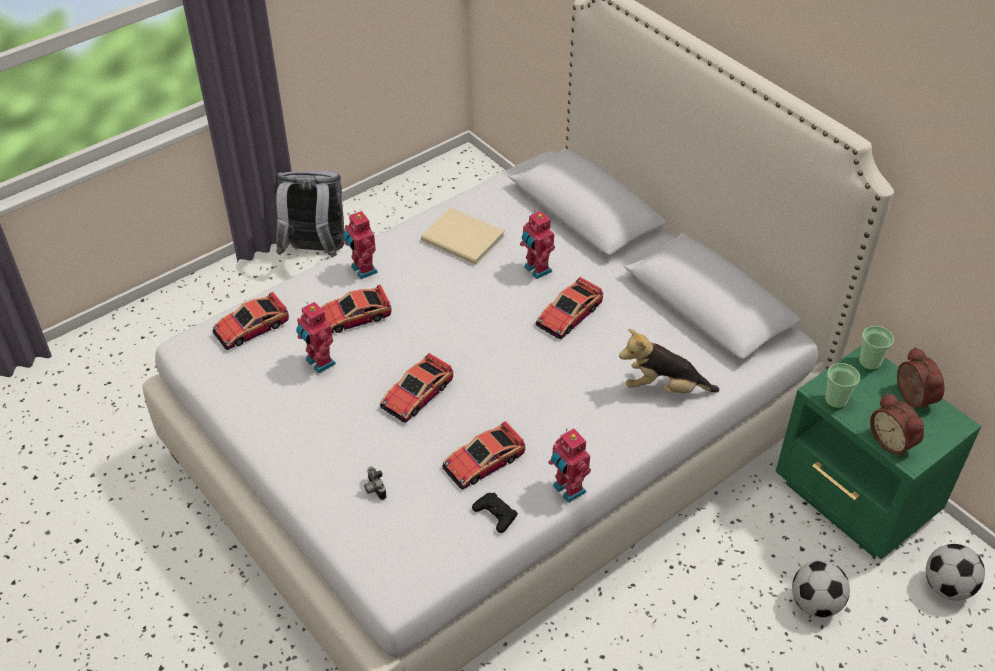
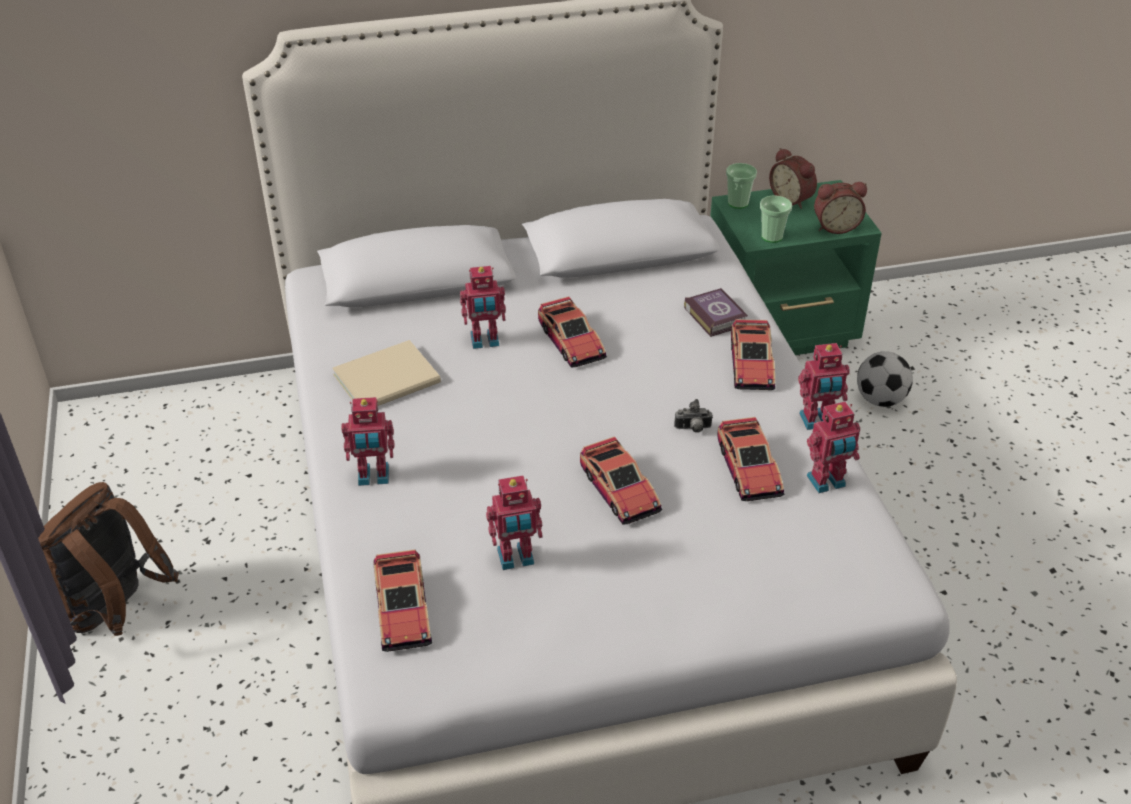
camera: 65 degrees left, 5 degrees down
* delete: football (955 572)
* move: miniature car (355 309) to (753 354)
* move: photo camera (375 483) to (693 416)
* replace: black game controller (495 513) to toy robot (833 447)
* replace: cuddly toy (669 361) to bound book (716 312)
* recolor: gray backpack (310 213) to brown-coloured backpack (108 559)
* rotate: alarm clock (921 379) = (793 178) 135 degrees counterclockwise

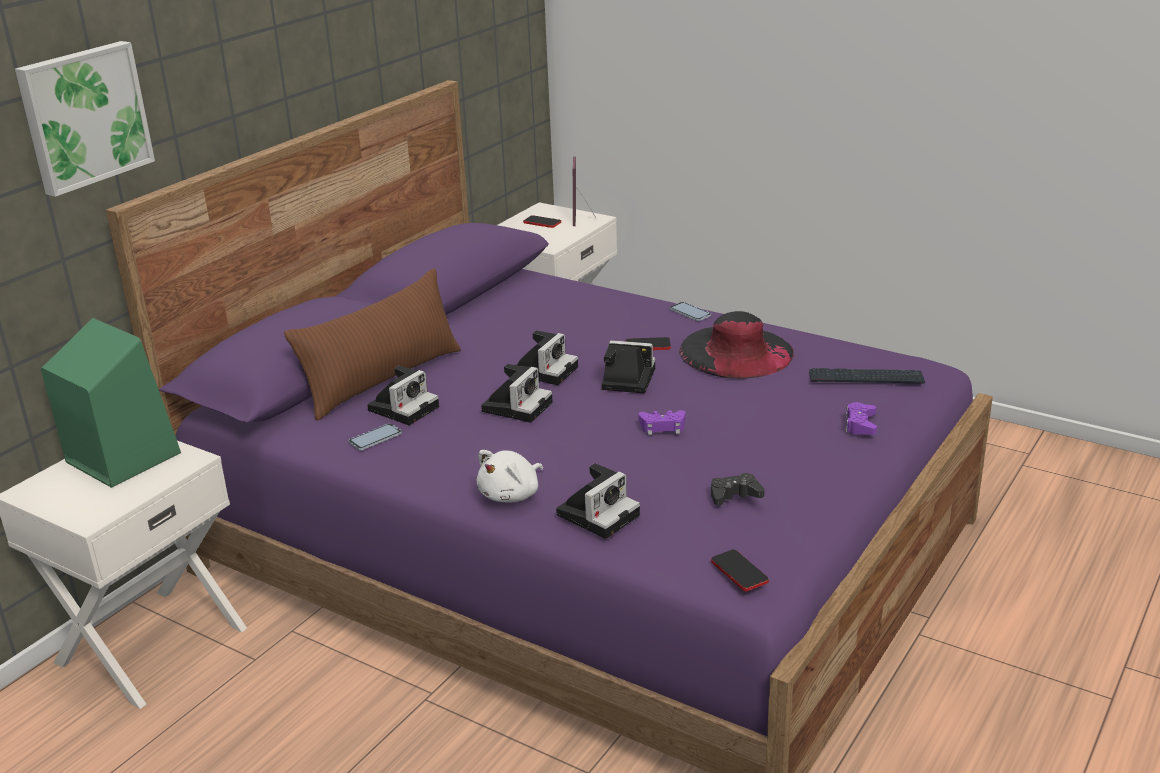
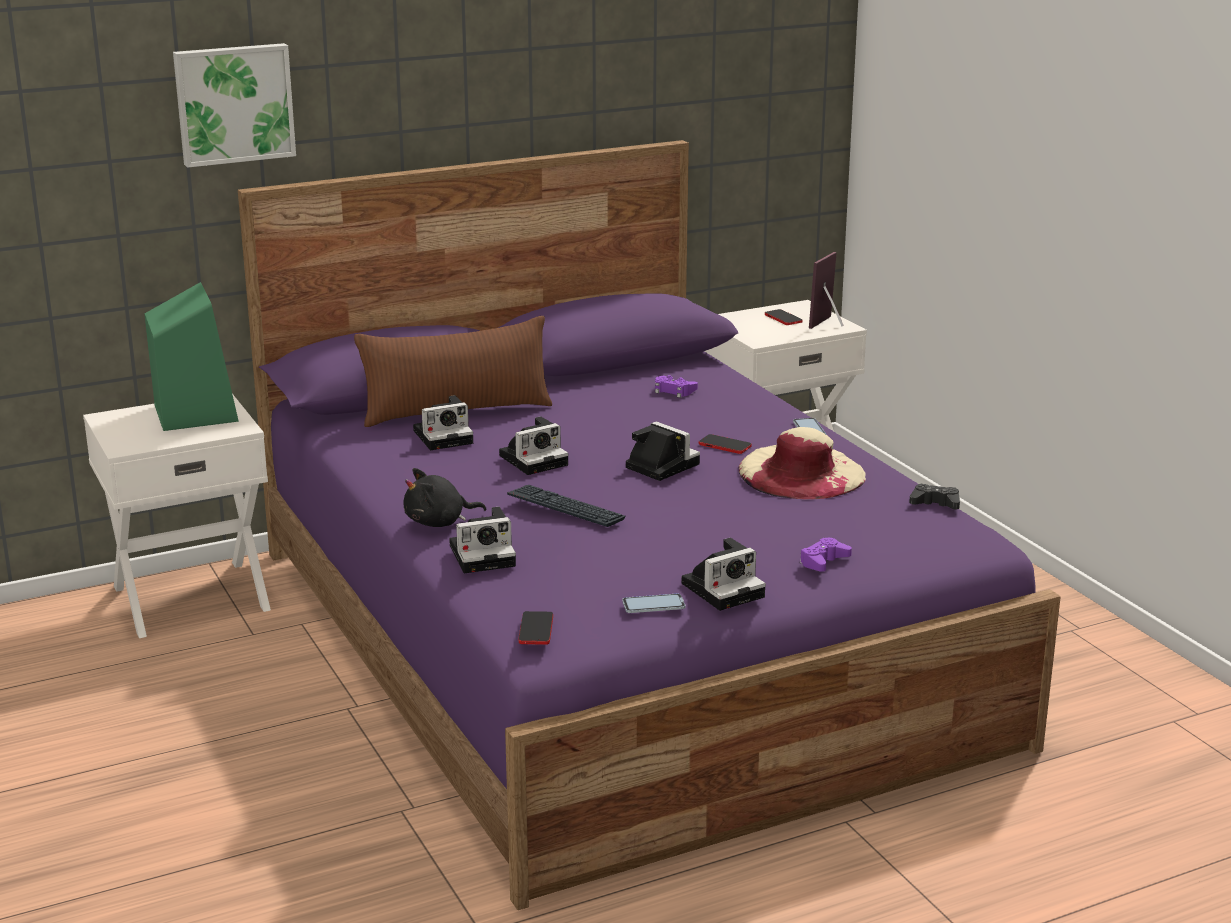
camera: 30 degrees right, 5 degrees down
* move: handset (375 436) to (653 603)
* move: photo camera (547 358) to (724 574)
* move: purple-coloured game controller (662 422) to (676 386)
* move: black game controller (738 489) to (934 496)
* move: keyboard (867 375) to (566 506)
* recolor: white cuddly toy (510 476) to black cuddly toy (444 497)
* recolor: black hat (736 345) to beige hat (802 463)

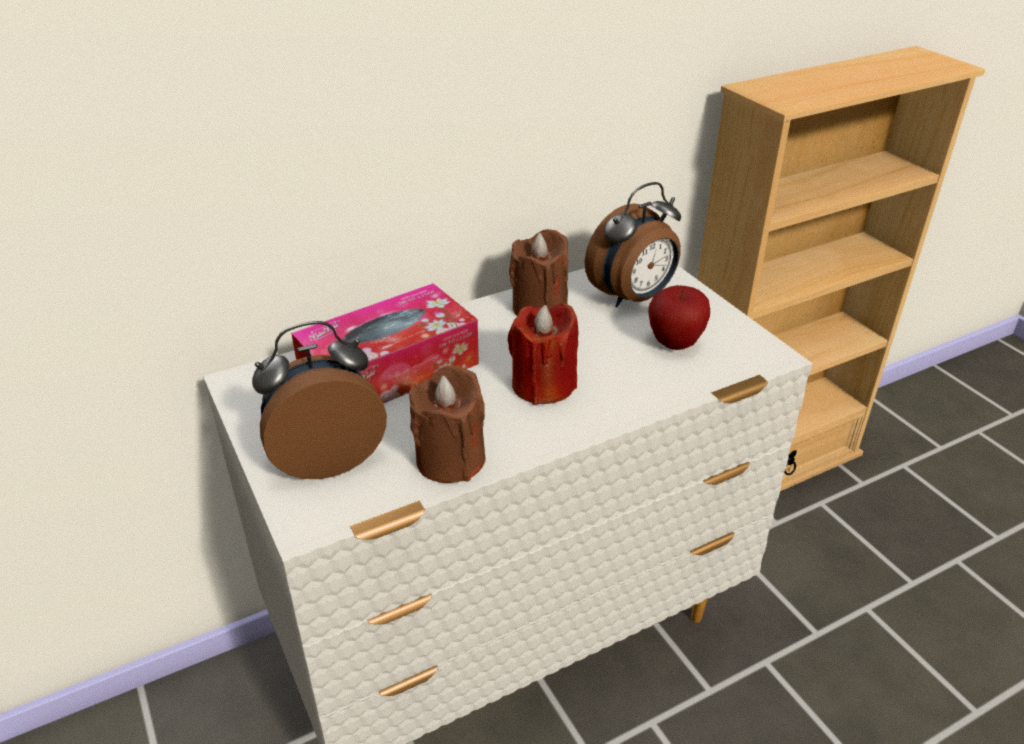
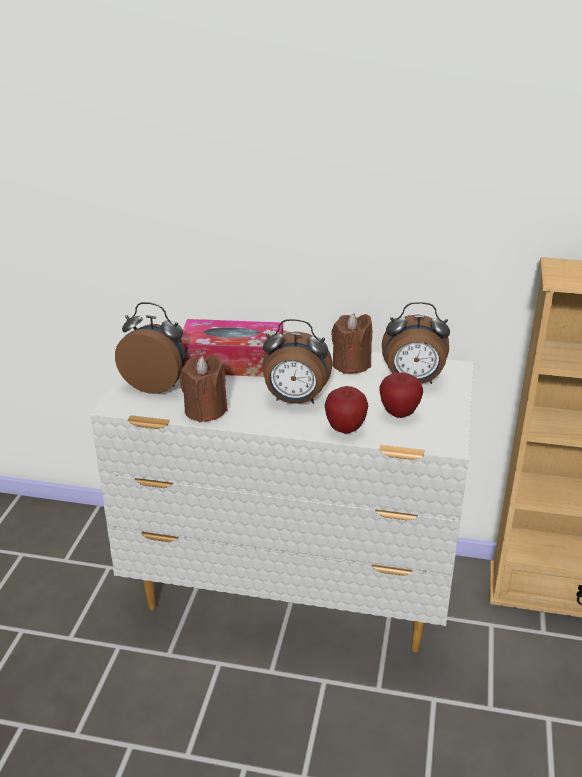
camera: 40 degrees right, 5 degrees down
* insert: whole apple (346 410)
* replace: reddish wax light (543 354) to alarm clock (298 361)

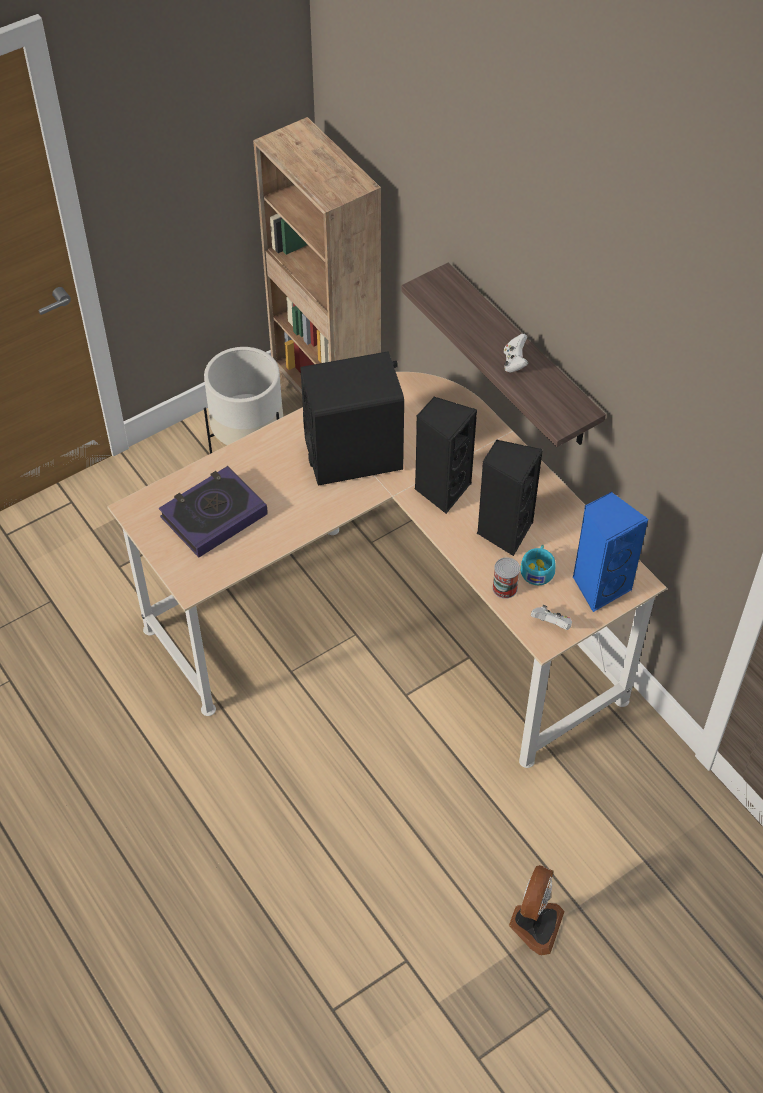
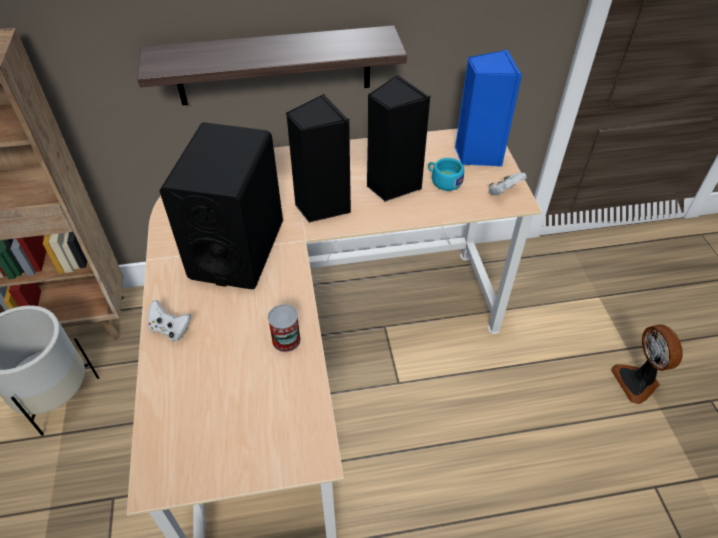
camera: 65 degrees left, 5 degrees down
* delete: bound book (213 511)
* move: sealed can (506 578) to (284 328)
* move: white game controller (516 353) to (169 321)
* rotate: fan (537 910) = (647 364) 150 degrees counterclockwise

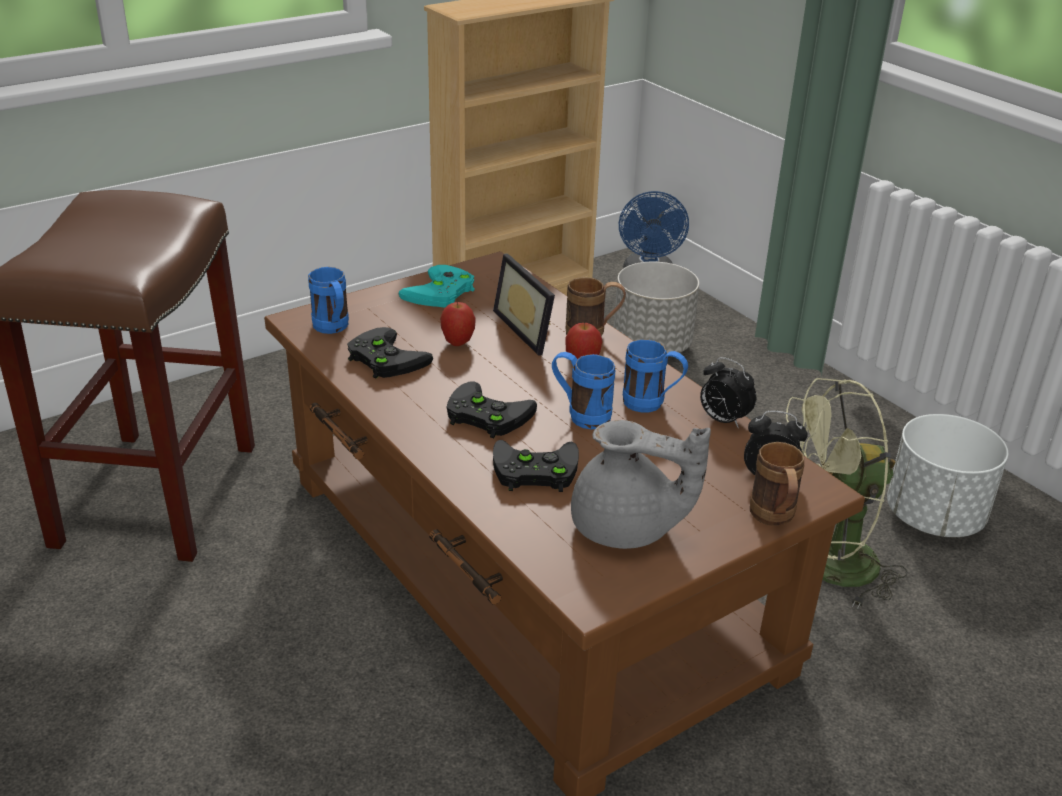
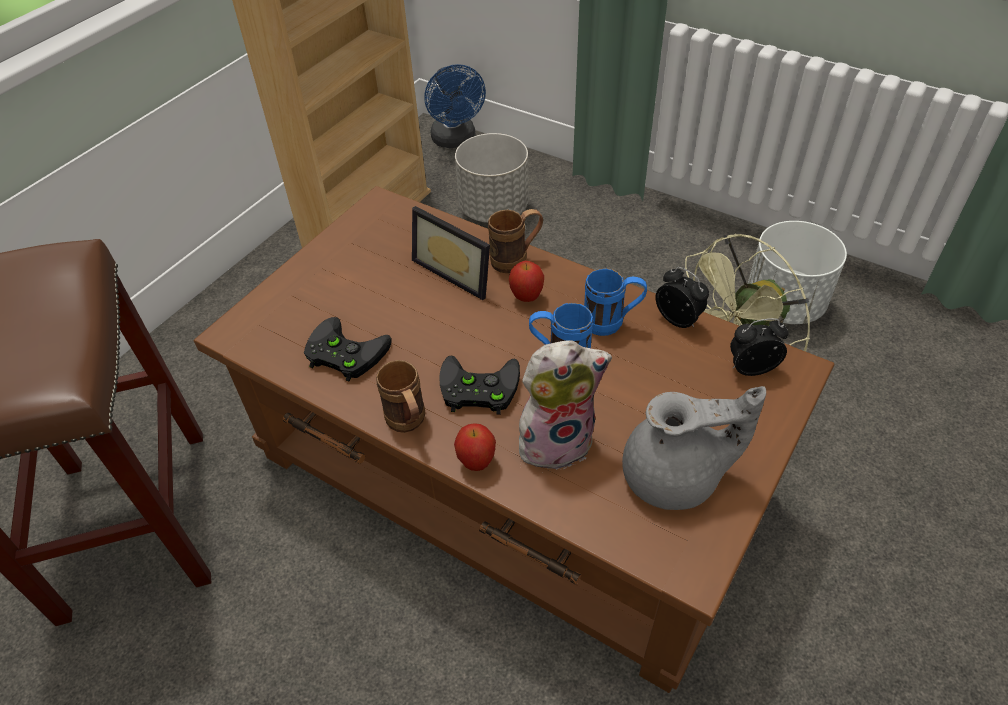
camera: 20 degrees left, 15 degrees up
* delete: bluish tea mug (328 300)
* delete: blue-green game controller (437 286)
* move: whole apple (458 323) to (475 447)
* move: brown-coloured tea mug (777 484) to (400 396)
* replace: black game controller (536 466) to cuddly toy (565 405)
* rotate: alarm clock (728 393) = (682 297) 150 degrees counterclockwise

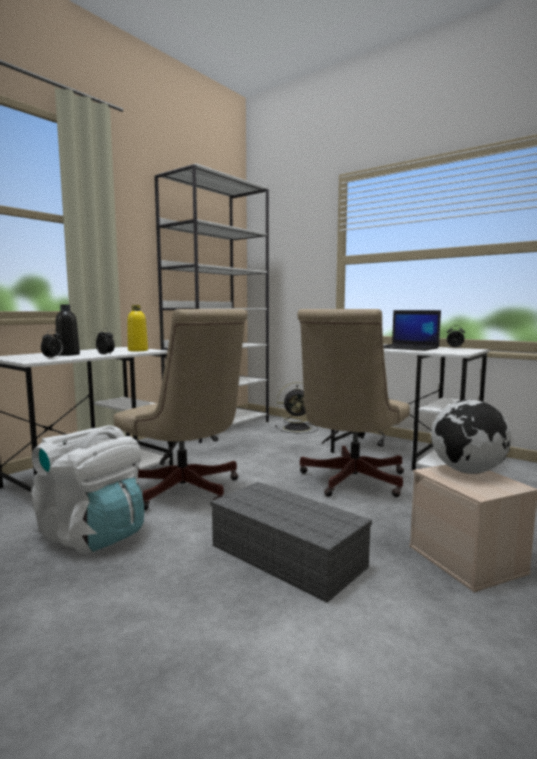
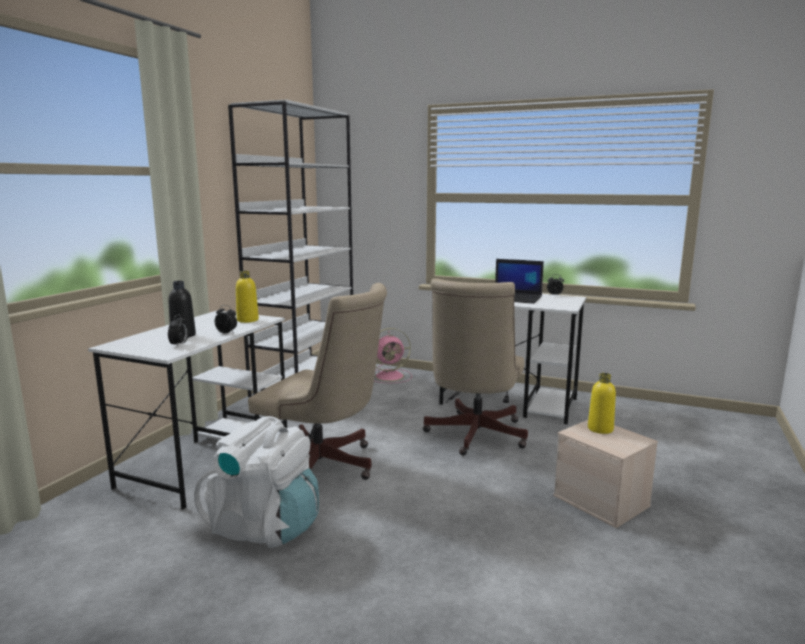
camera: 15 degrees left, 5 degrees up
* delete: gray storage container (291 542)
* replace: desk globe (471 437) to yellow drink bottle (602 403)
* recolor: black fan (296 407) to pinkish fan (393 355)

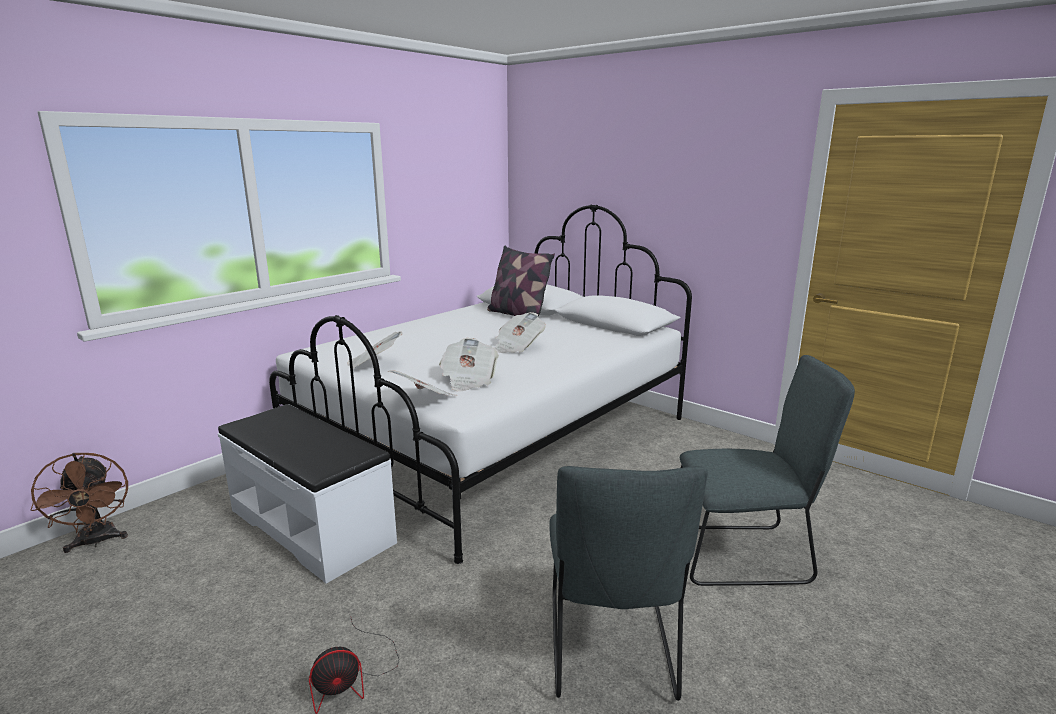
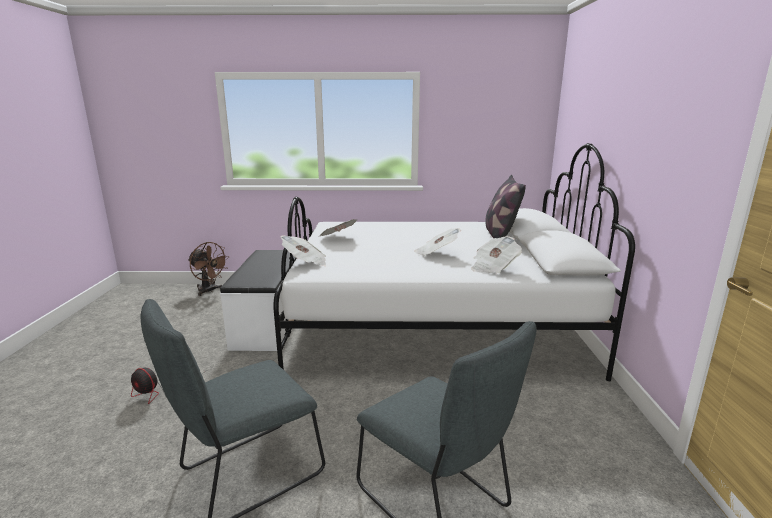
camera: 50 degrees right, 0 degrees up
* move: daily paper (469 364) to (496 254)
* rotate: brown-coloured fan (79 503) = (208 269) 75 degrees counterclockwise

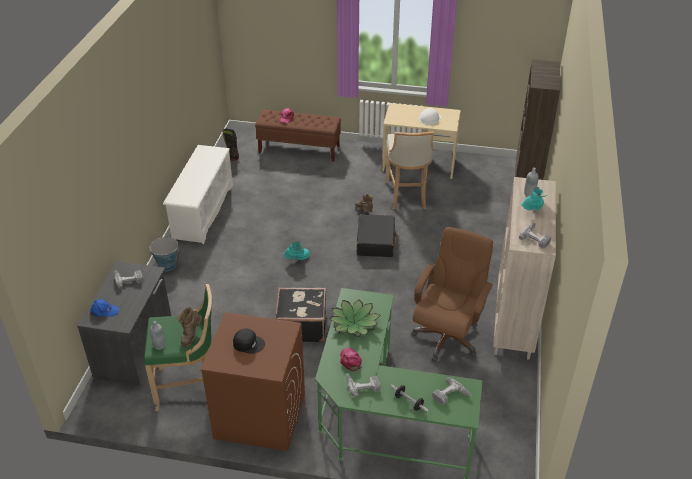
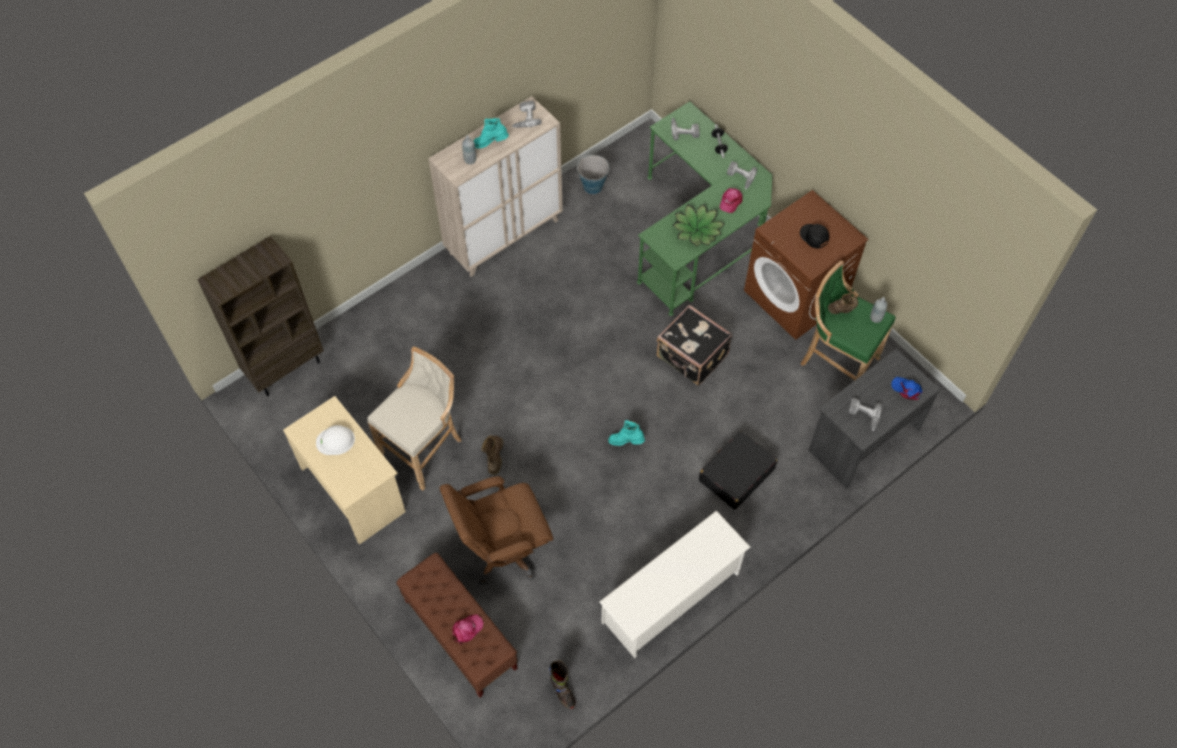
camera: 140 degrees left, 20 degrees up
* move: water bucket (165 254) to (593 174)
* move: black piece of luggage (377 235) to (738 470)
* move: brown-coloured desk chair (452 294) to (496 530)

